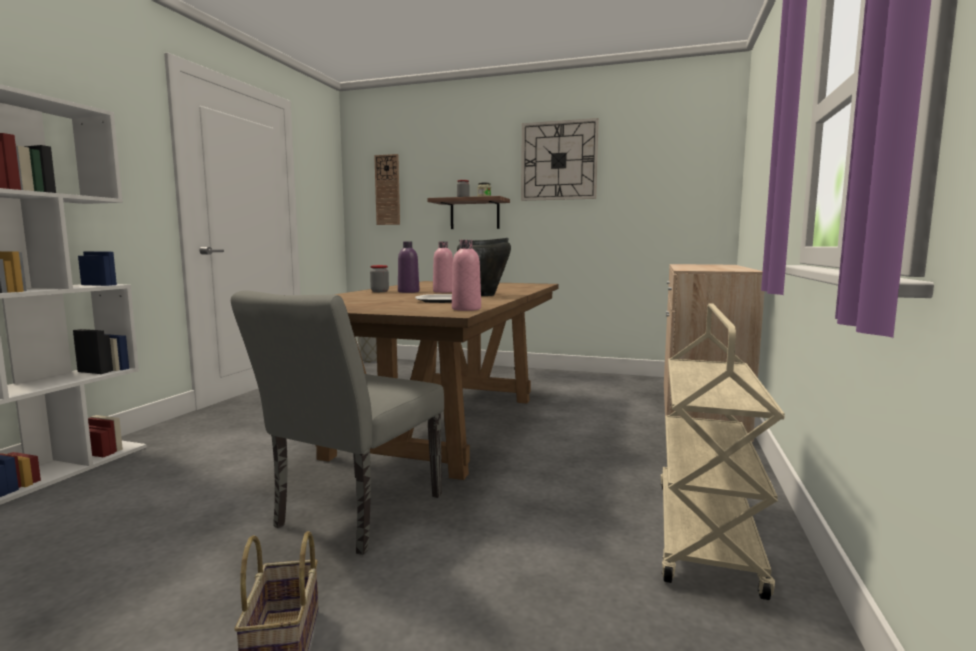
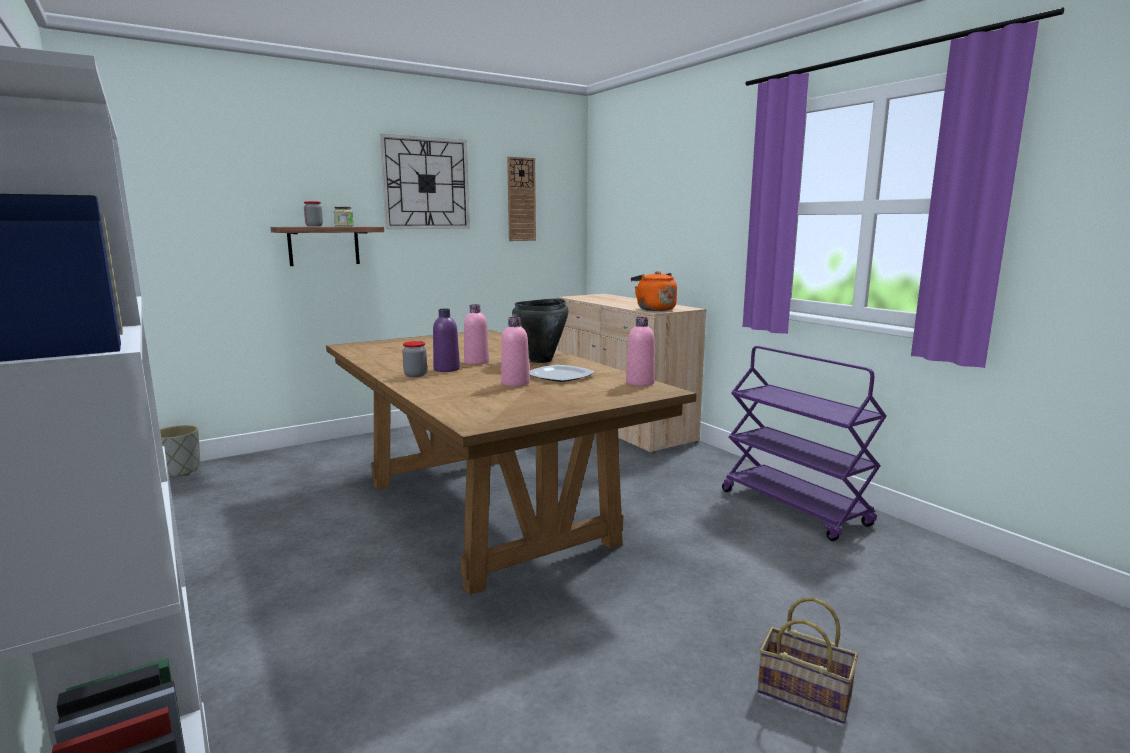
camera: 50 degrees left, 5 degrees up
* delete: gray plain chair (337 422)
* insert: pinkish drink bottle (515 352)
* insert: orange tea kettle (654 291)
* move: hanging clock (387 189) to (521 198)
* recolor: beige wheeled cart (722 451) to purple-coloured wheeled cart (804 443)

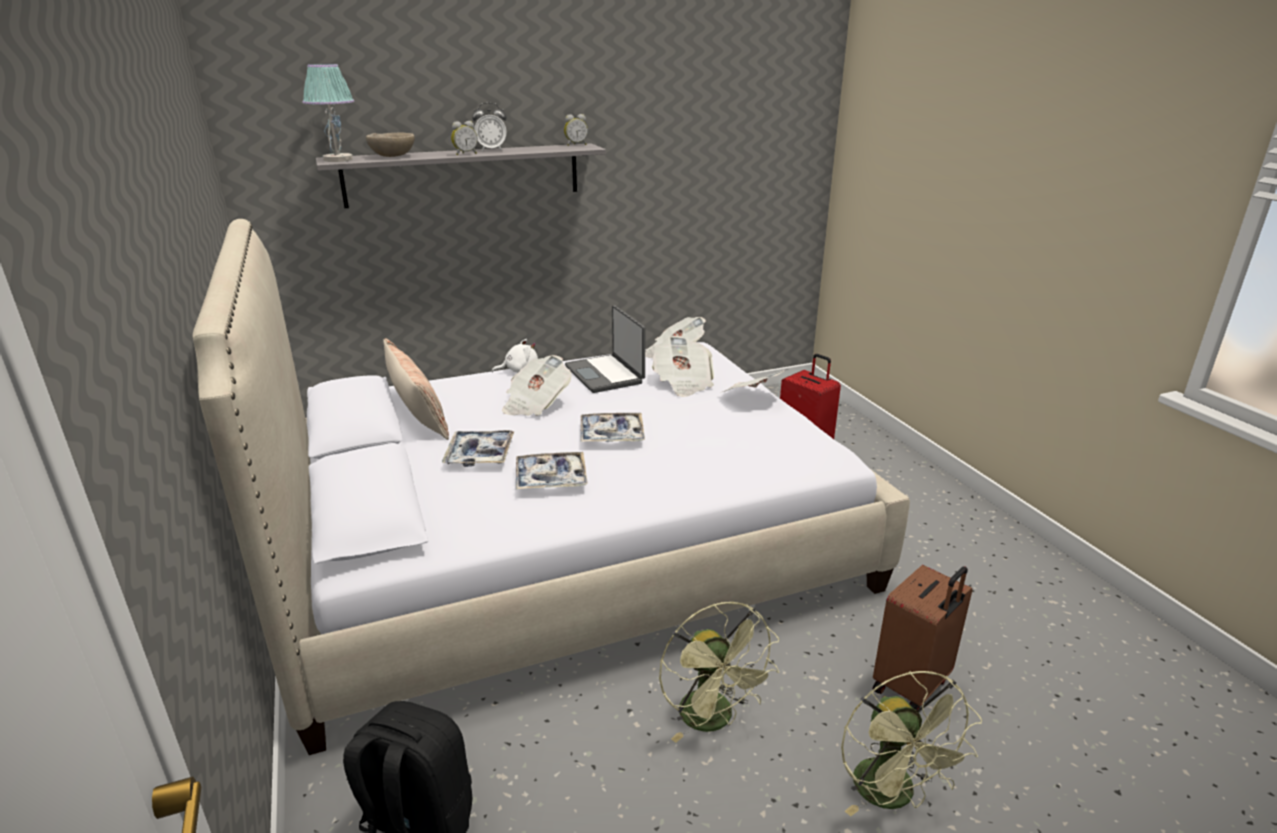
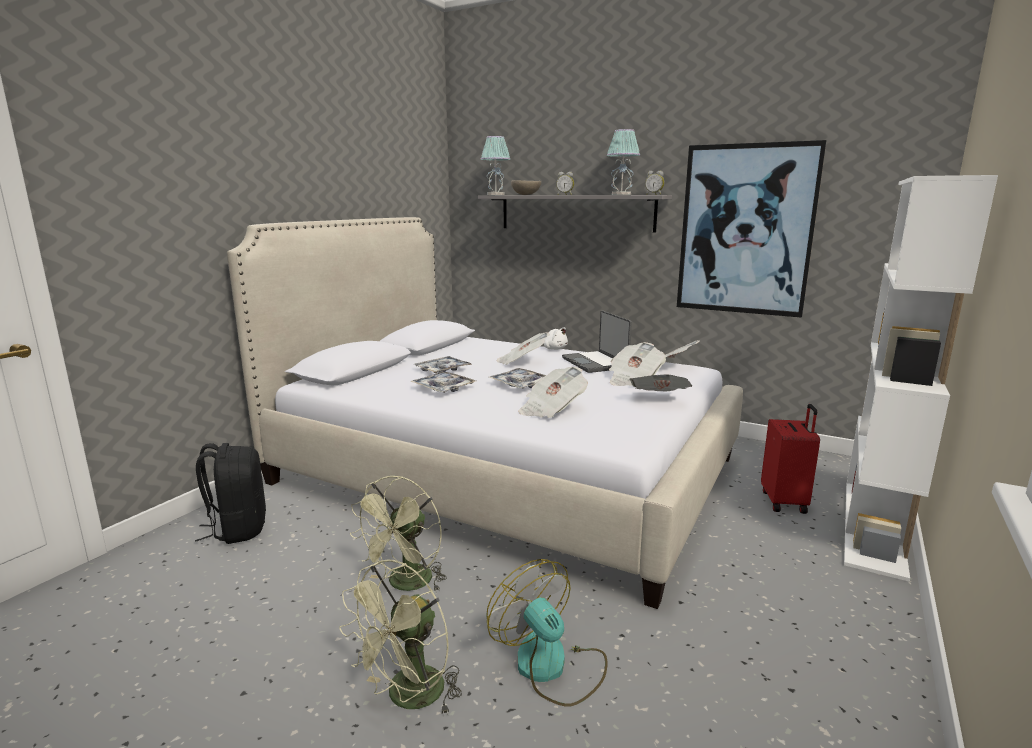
camera: 50 degrees right, 10 degrees down
* delete: cushion (416 389)
* delete: alarm clock (489 126)
* insert: daily paper (553 392)
* insert: tabletop lamp (623 162)
* insert: picture (752 229)
* insert: white bookcase (921 378)
* replace: brown-coloured piece of luggage (923 637) to fan (546 633)
* rotate: notebook computer (605 349) = (597 341) 45 degrees counterclockwise

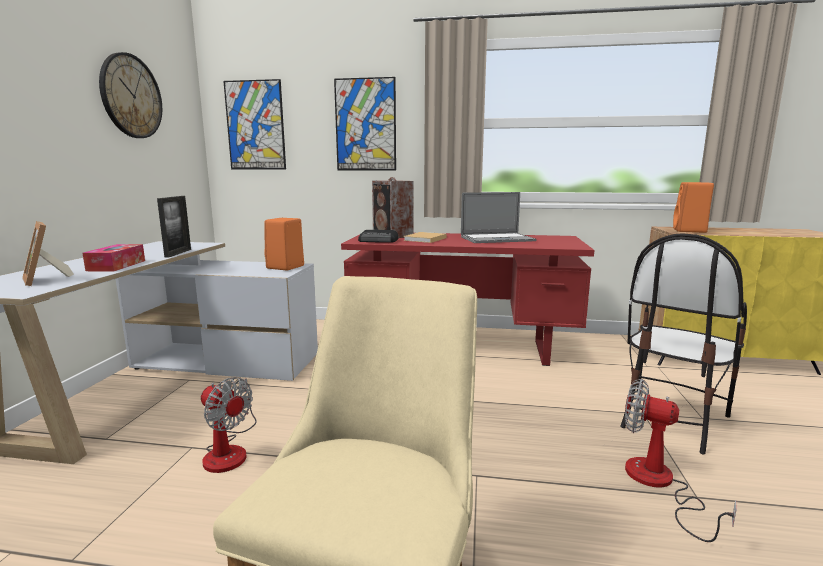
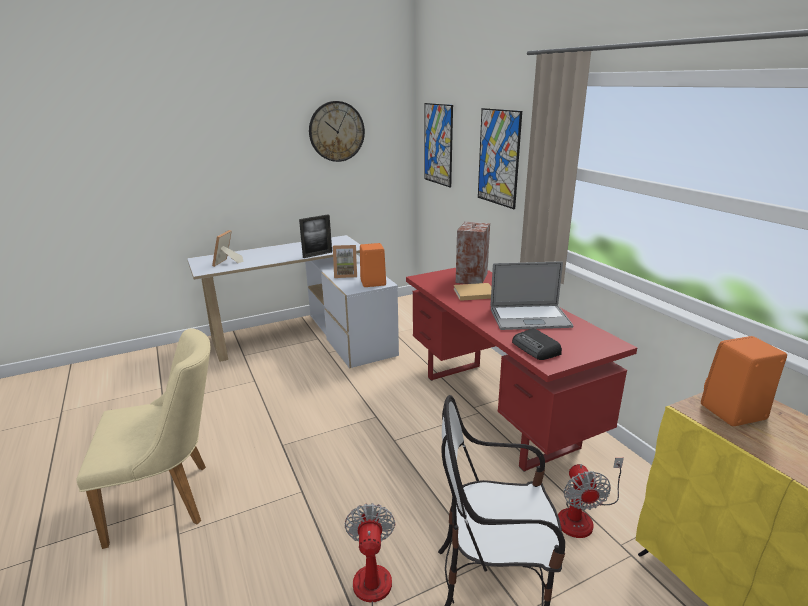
camera: 55 degrees right, 10 degrees up
* delete: box of tissues (113 257)
* insert: photo frame (345 261)
* move: fan (229 425) to (591 498)
* move: radio (378 236) to (537 344)
* rotate: notebook computer (499 217) = (531 295) 45 degrees counterclockwise

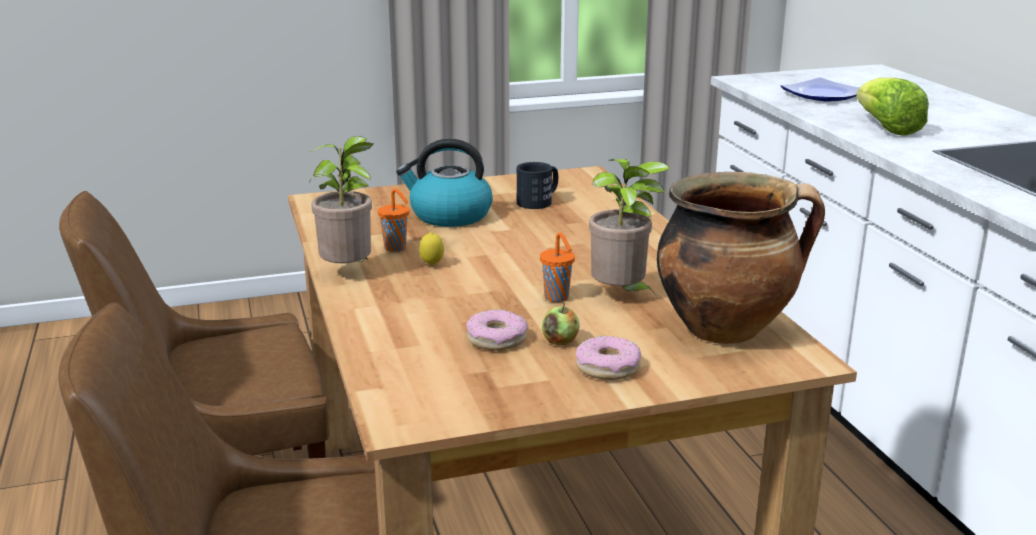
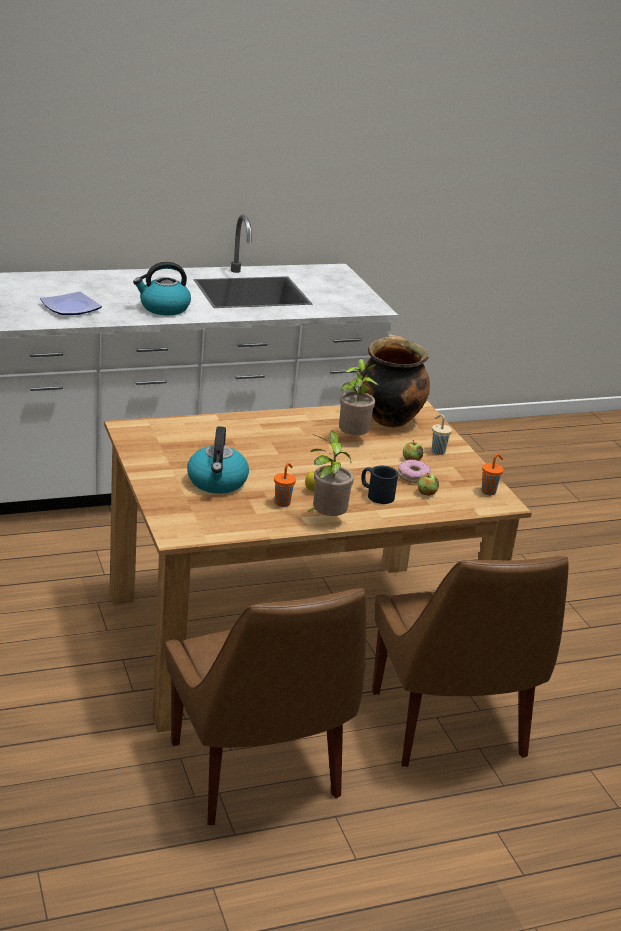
camera: 95 degrees left, 5 degrees up
* insert: whole apple (428 484)
* move: black tea mug (537 185) to (379 485)
* move: orange cup (557 267) to (492 474)
* replace: ring doughnut (608 358) to beige cup (442 434)
* replace: head of lettuce (892 107) to tea kettle (162 288)

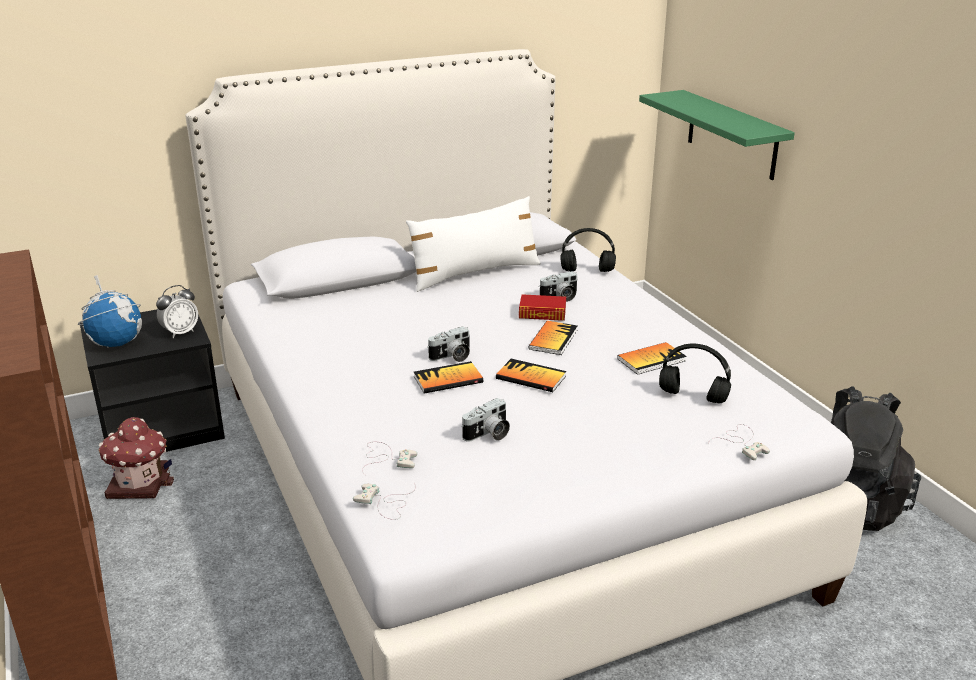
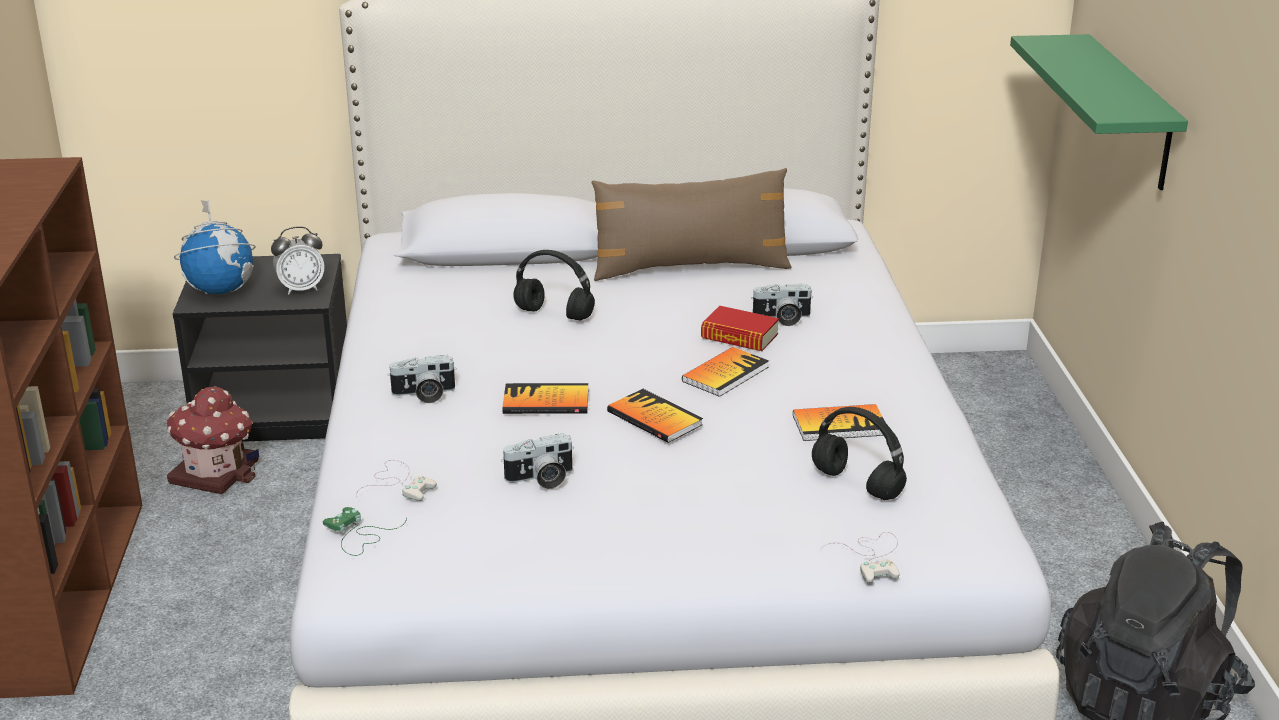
camera: 20 degrees right, 0 degrees up
* move: photo camera (448 344) to (422 379)
* move: black headphones (588 250) to (554 285)
* recolor: white game controller (384 501) to green game controller (365 531)
* recolor: white cushion (473 244) to brown-coloured cushion (692 224)

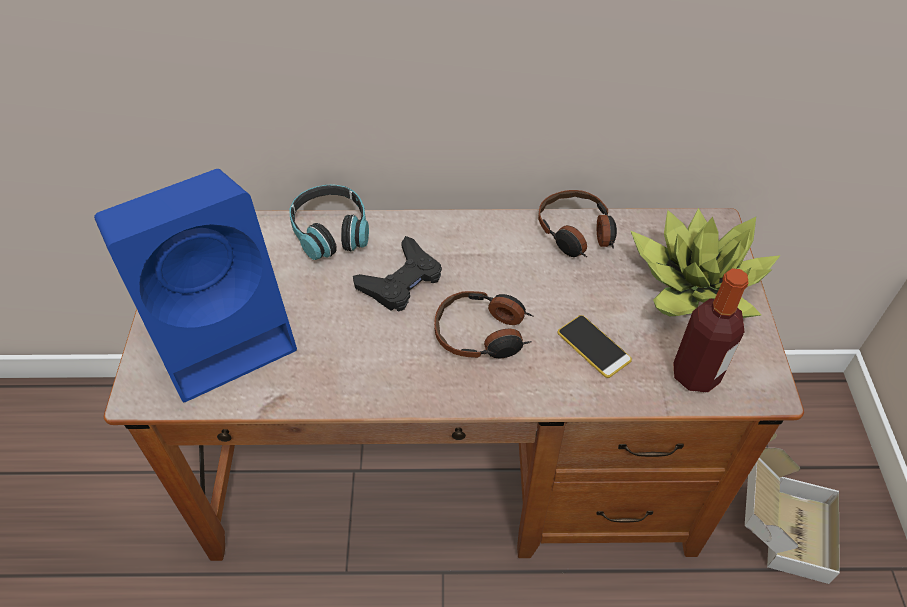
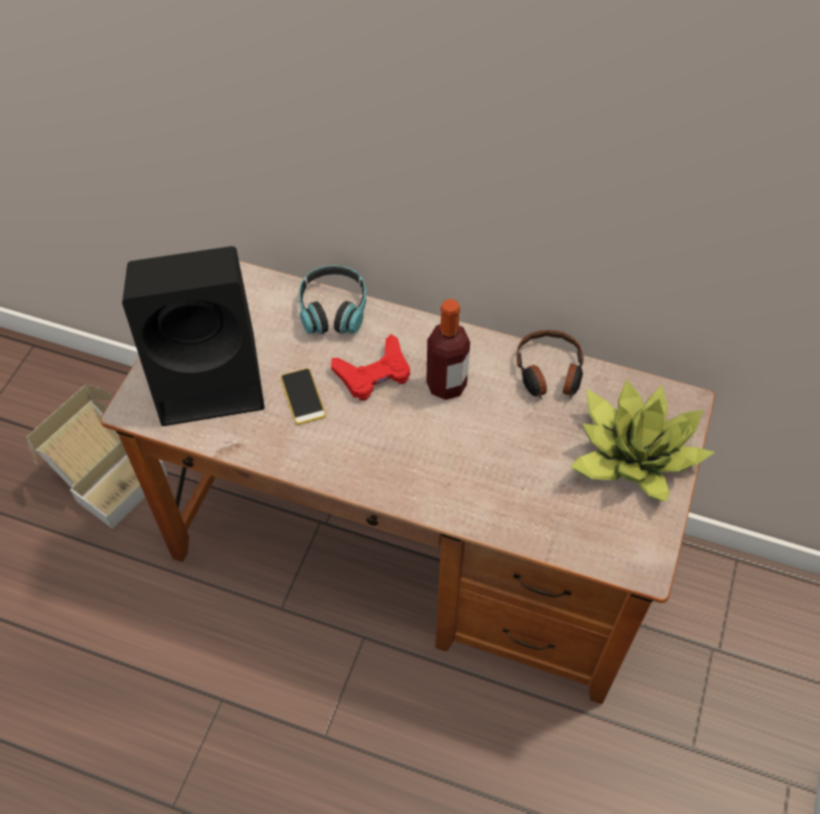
camera: 20 degrees right, 5 degrees up
* delete: headphones (483 324)
* move: handset (595 346) to (303 396)
* move: drink bottle (711 330) to (448 349)
* move: carton (792 508) to (97 457)
* recolor: bluish loudspeaker (195 285) to black loudspeaker (193 336)
* recolor: black game controller (397 274) to reddish game controller (370 367)

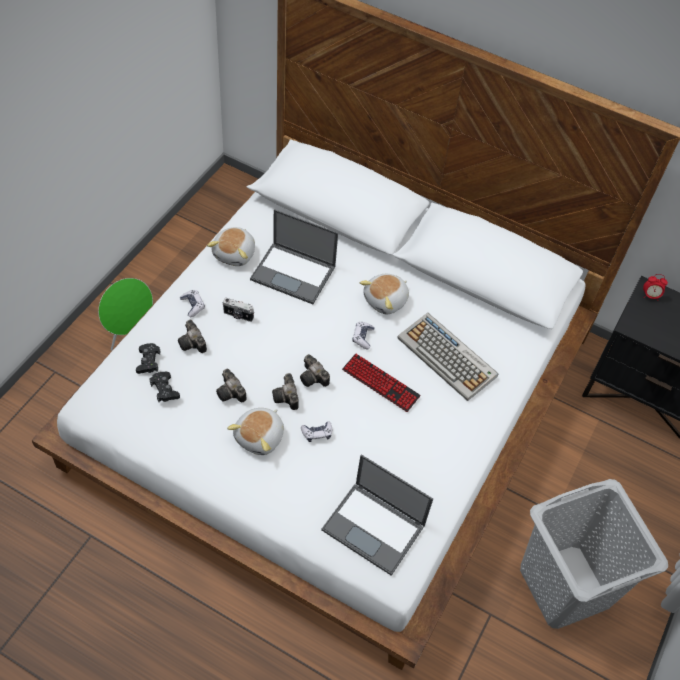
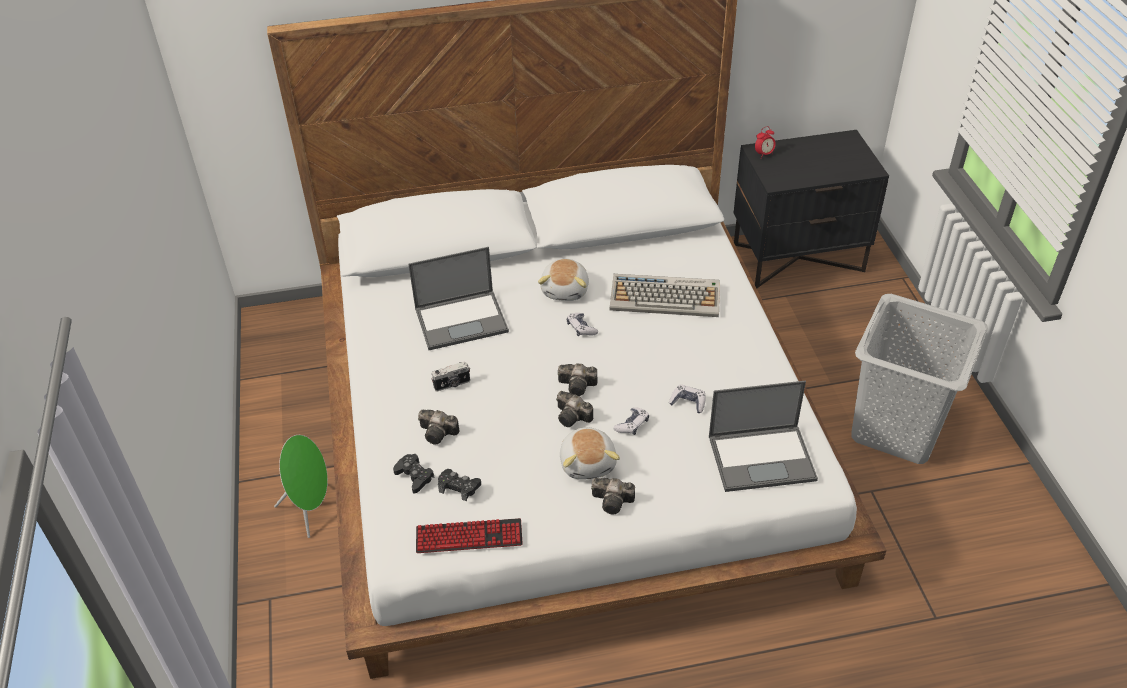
camera: 35 degrees left, 10 degrees down
* delete: cuddly toy (231 246)
* move: game controller (192 303) to (687 398)
* move: photo camera (231 386) to (613 496)
* move: keyboard (381 383) to (469 535)

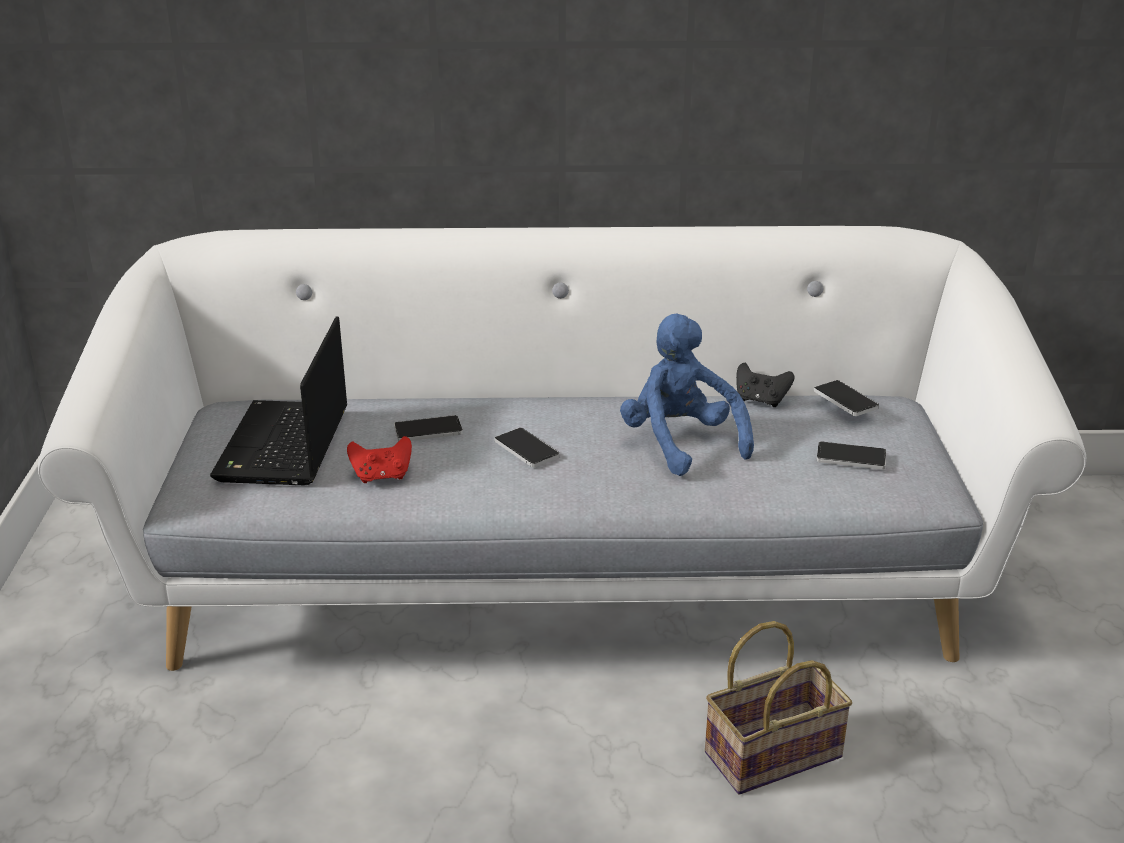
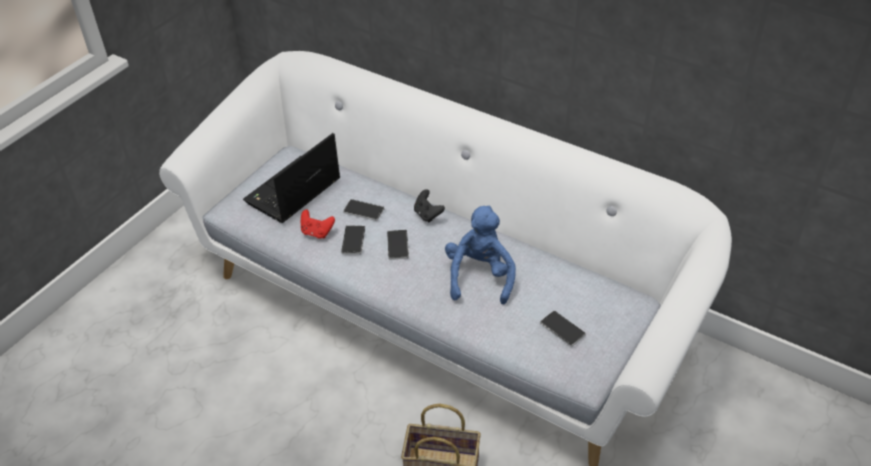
camera: 35 degrees right, 15 degrees up
* move: black game controller (765 385) to (429 206)
* move: handset (846 398) to (353 240)

